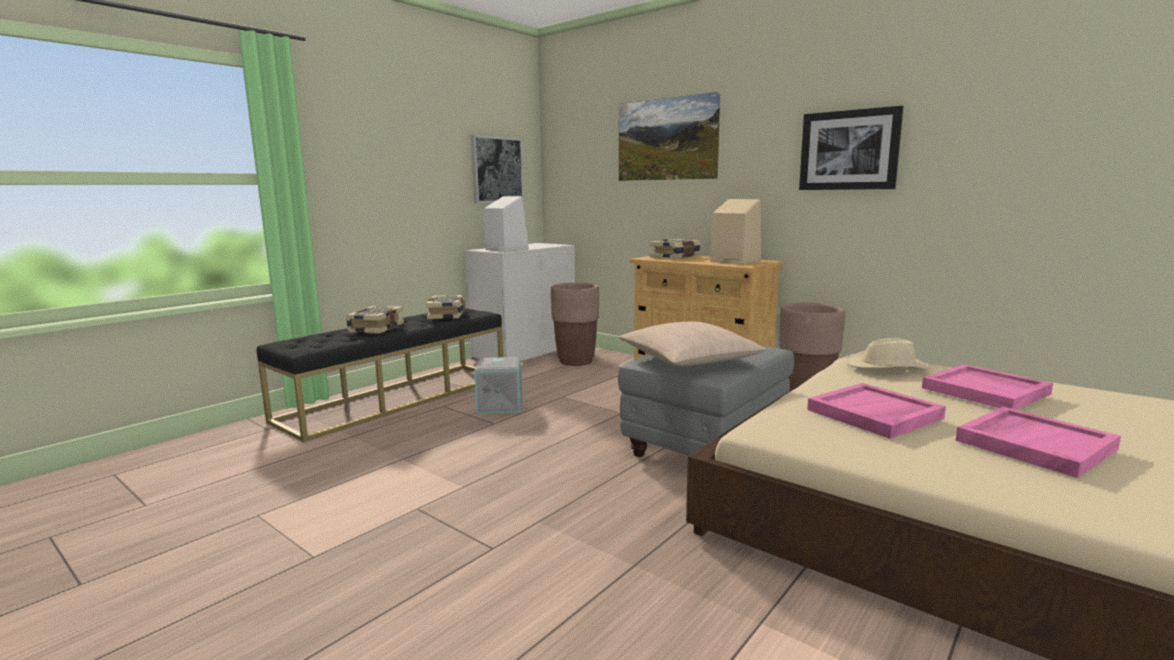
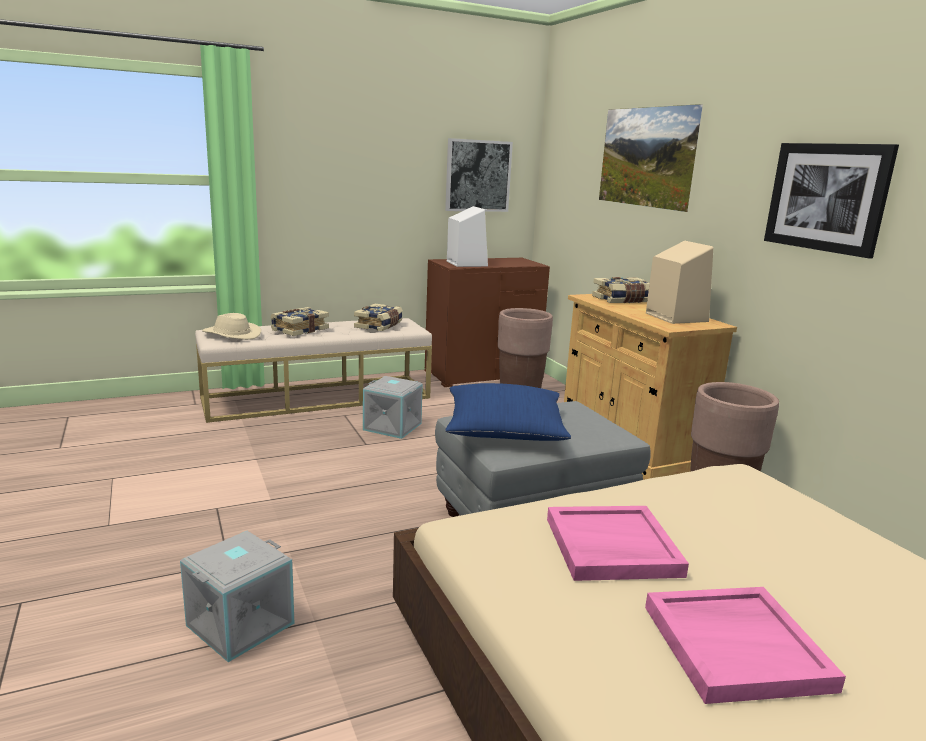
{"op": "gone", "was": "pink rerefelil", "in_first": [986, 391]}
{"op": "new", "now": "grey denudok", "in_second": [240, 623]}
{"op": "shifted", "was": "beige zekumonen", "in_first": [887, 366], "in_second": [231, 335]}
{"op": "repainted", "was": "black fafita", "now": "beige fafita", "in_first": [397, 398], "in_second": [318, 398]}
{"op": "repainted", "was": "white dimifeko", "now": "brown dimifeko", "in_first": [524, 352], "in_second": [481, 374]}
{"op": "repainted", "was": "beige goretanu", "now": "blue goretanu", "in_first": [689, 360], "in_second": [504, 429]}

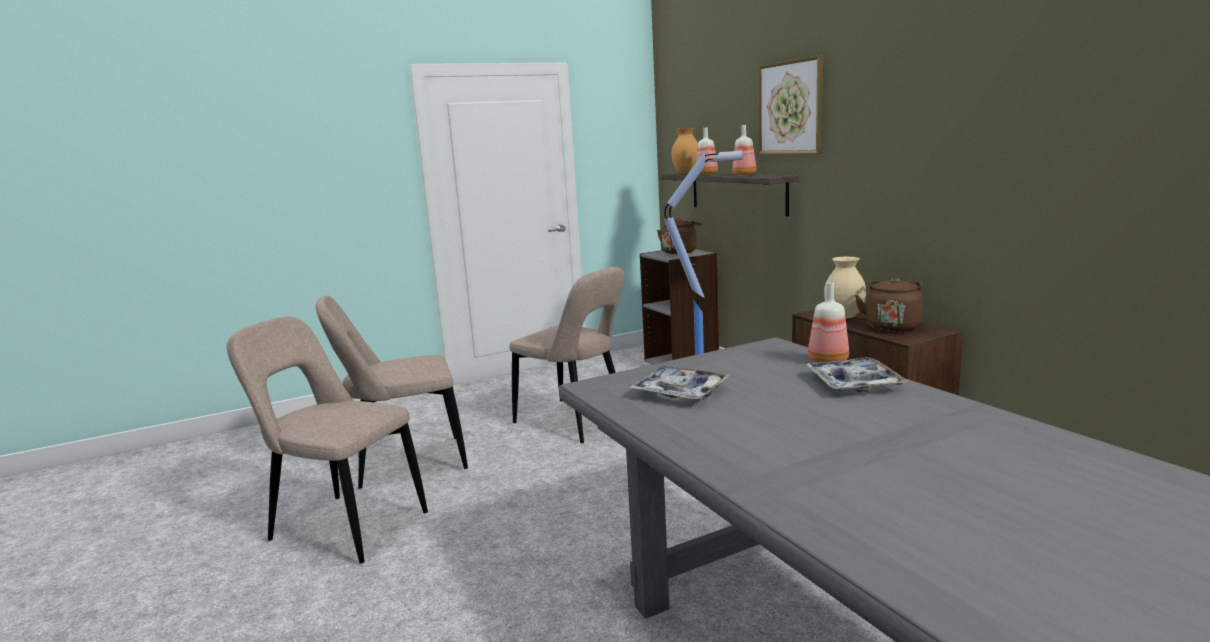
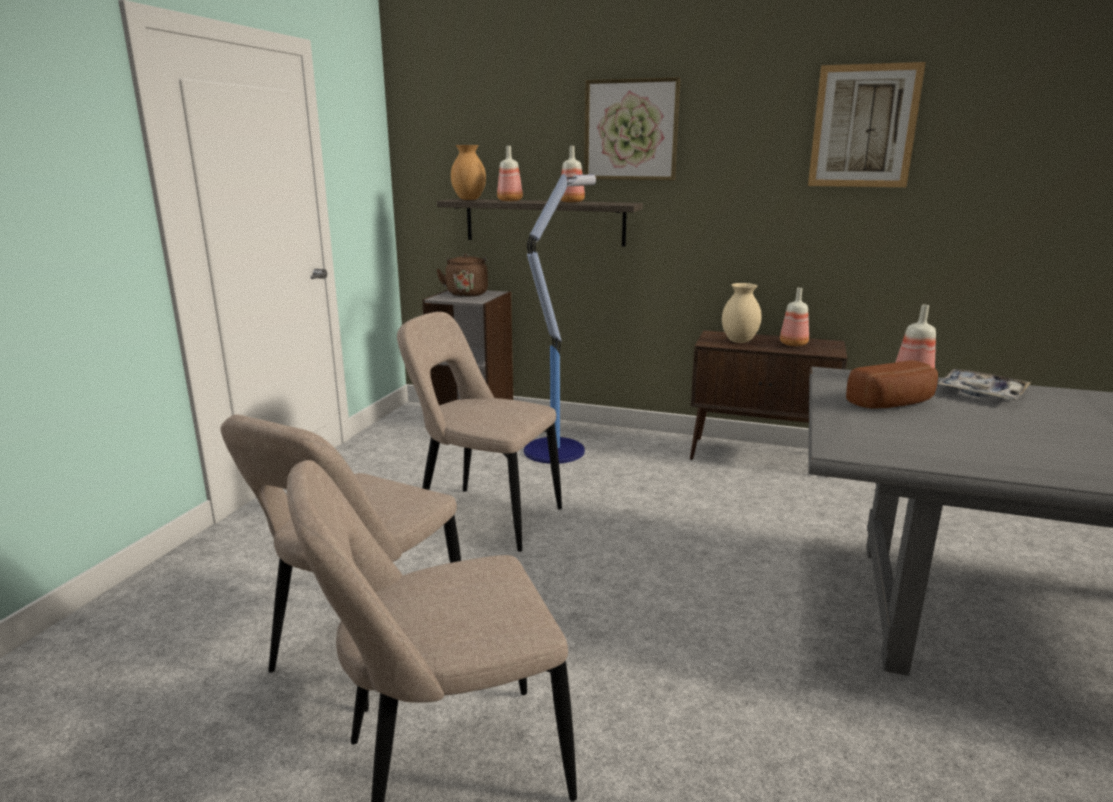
{"op": "gone", "was": "rerefelil", "in_first": [680, 392]}
{"op": "new", "now": "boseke", "in_second": [863, 126]}
{"op": "new", "now": "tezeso", "in_second": [894, 404]}
{"op": "swapped", "was": "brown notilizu", "now": "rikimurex", "in_first": [892, 326], "in_second": [793, 344]}
{"op": "rotated", "was": "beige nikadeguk", "in_first": [575, 422], "in_second": [484, 517], "clockwise": -150}

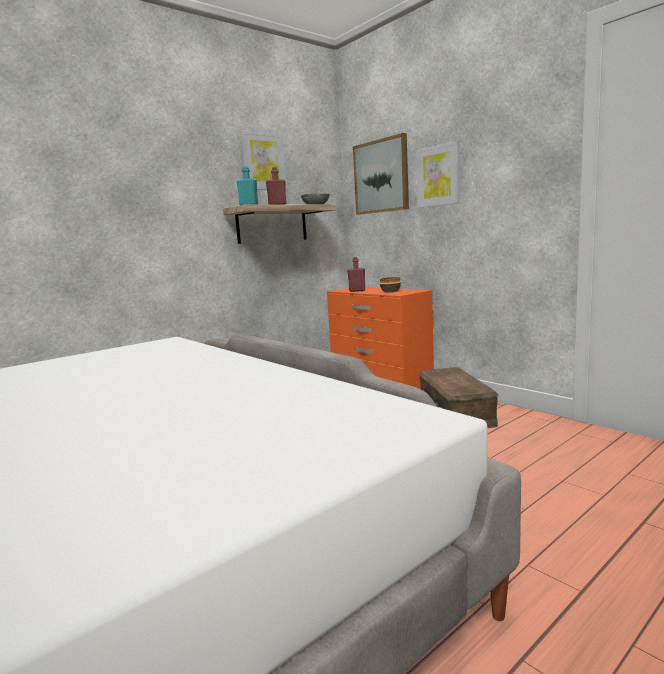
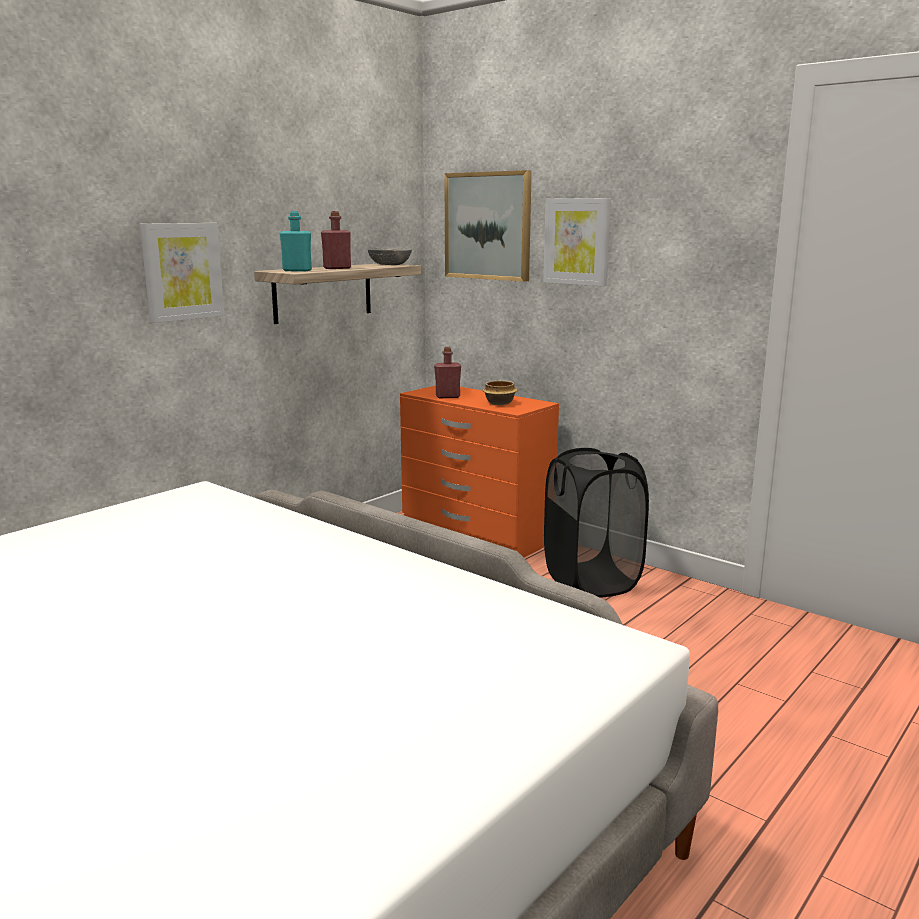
{"op": "shifted", "was": "boseke", "in_first": [263, 161], "in_second": [182, 271]}
{"op": "swapped", "was": "brown denudok", "now": "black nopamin", "in_first": [456, 411], "in_second": [591, 580]}

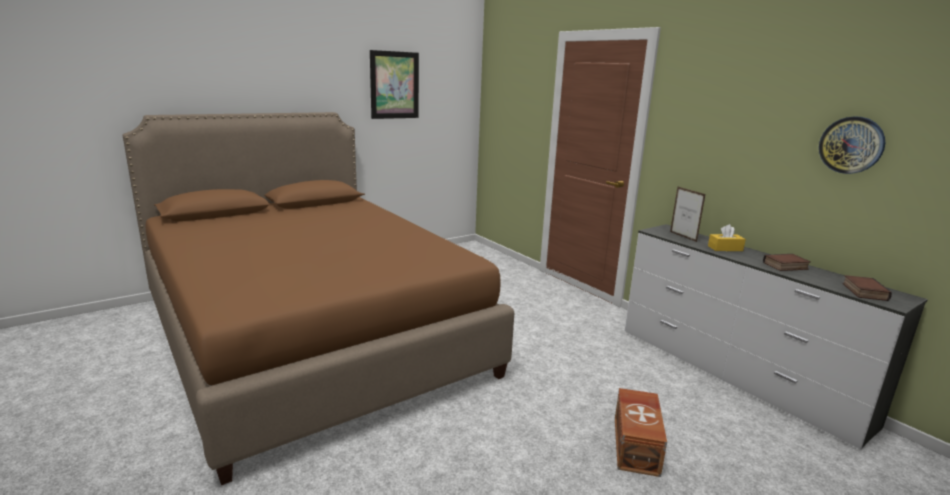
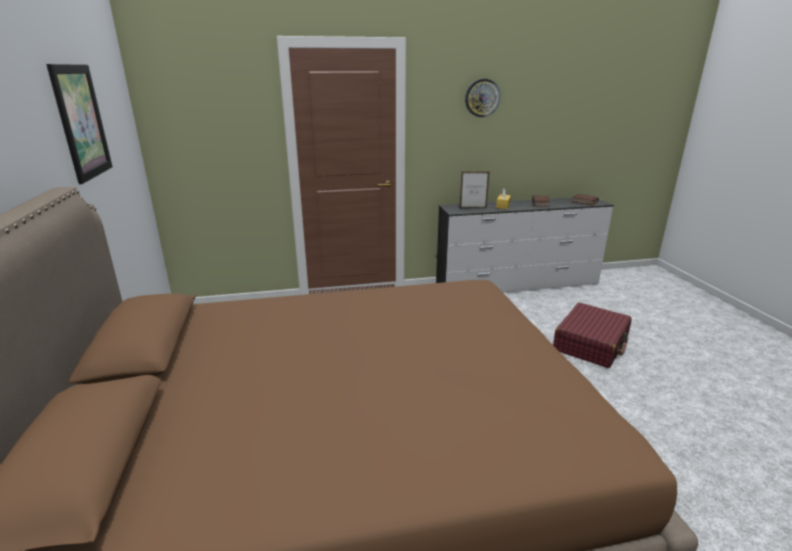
{"op": "shifted", "was": "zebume", "in_first": [851, 145], "in_second": [482, 98]}
{"op": "swapped", "was": "brown denudok", "now": "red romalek", "in_first": [637, 445], "in_second": [591, 344]}

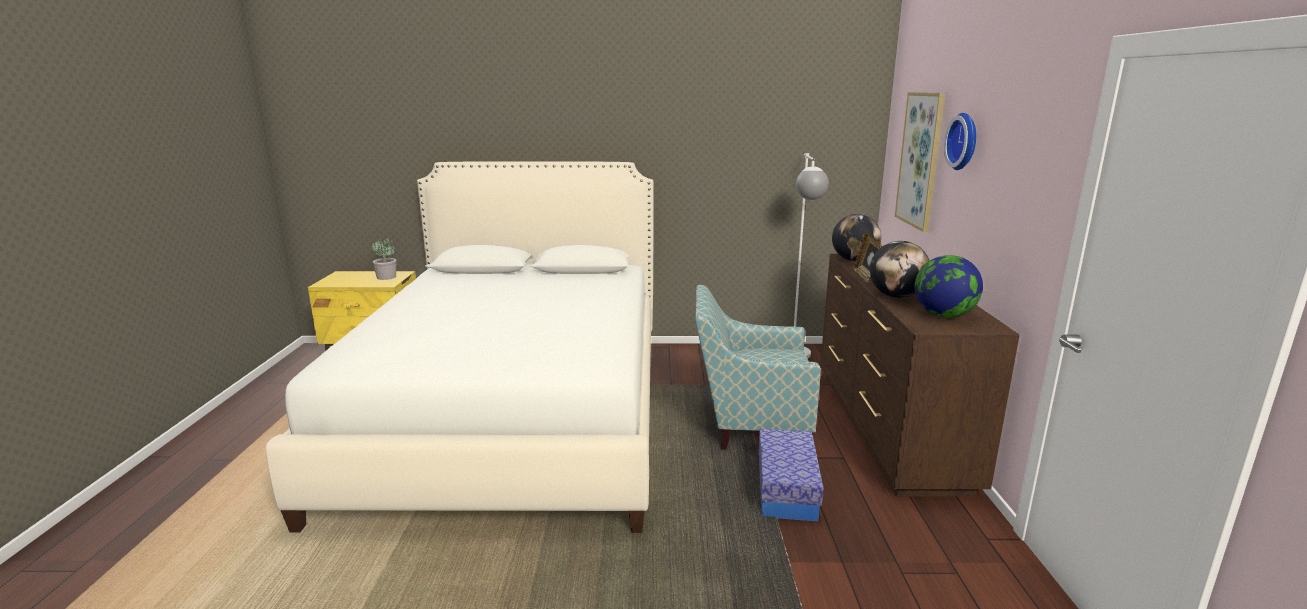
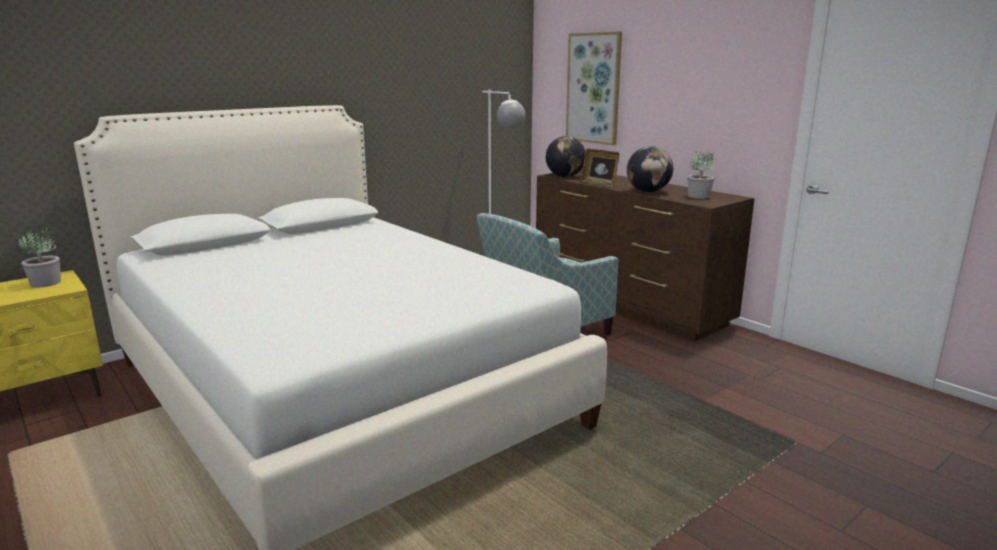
{"op": "gone", "was": "denudok", "in_first": [786, 489]}
{"op": "gone", "was": "zebume", "in_first": [965, 141]}
{"op": "swapped", "was": "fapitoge", "now": "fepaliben", "in_first": [943, 315], "in_second": [699, 196]}

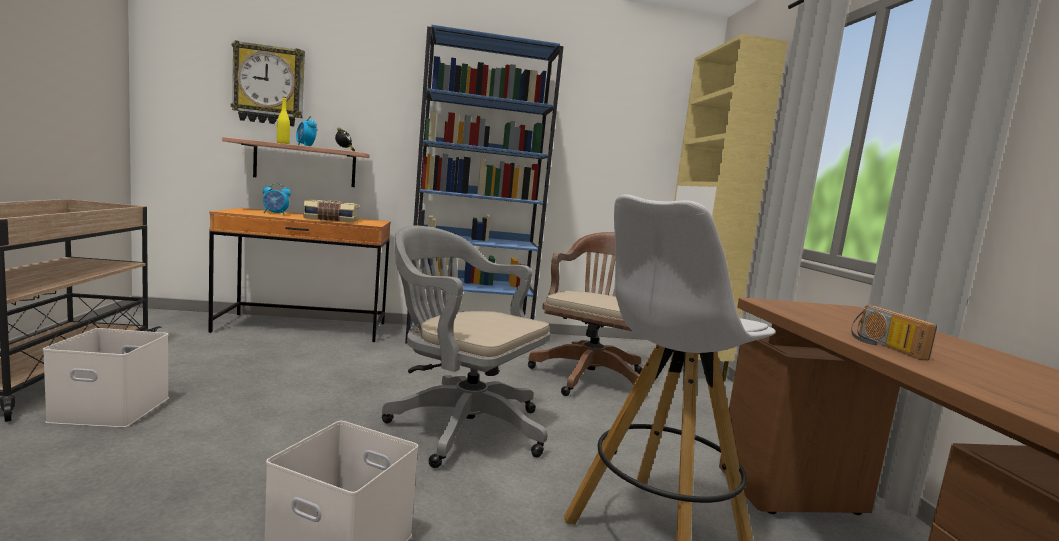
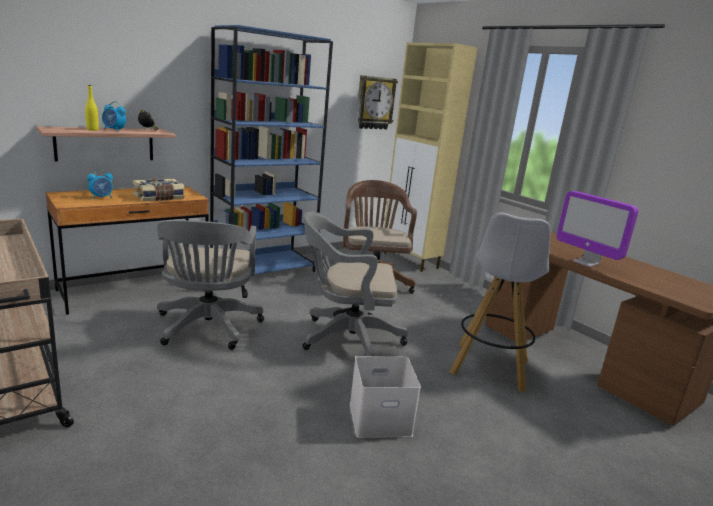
{"op": "gone", "was": "white denudok", "in_first": [114, 409]}
{"op": "new", "now": "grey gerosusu", "in_second": [207, 329]}
{"op": "shifted", "was": "zebume", "in_first": [269, 85], "in_second": [374, 103]}
{"op": "swapped", "was": "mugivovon", "now": "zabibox", "in_first": [882, 346], "in_second": [585, 262]}

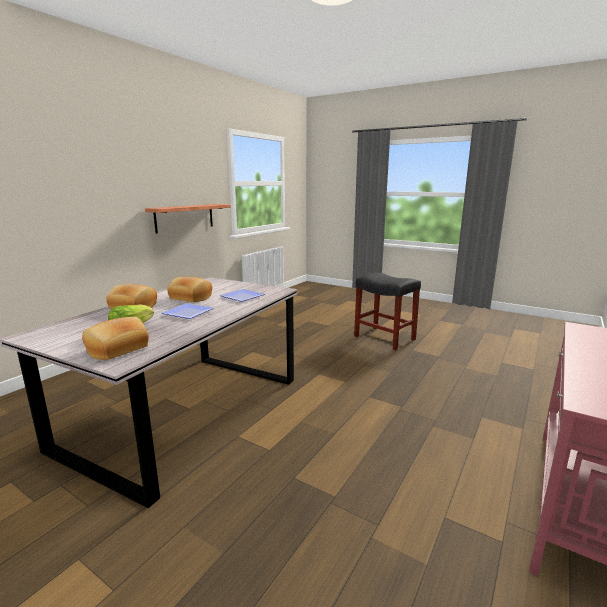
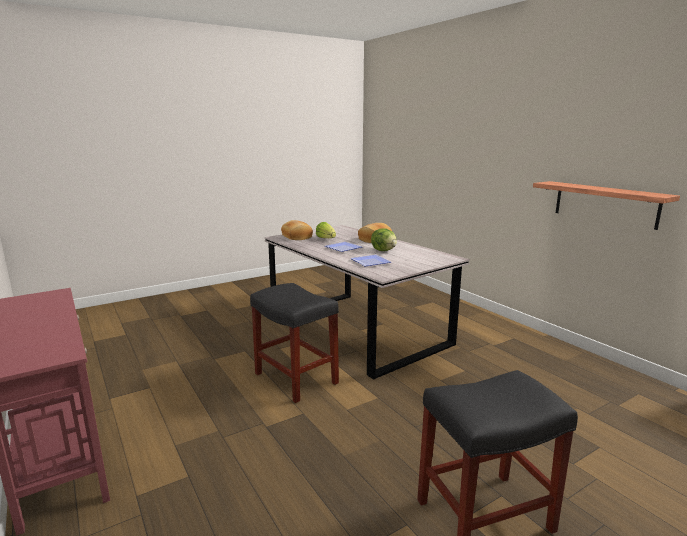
{"op": "new", "now": "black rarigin", "in_second": [295, 378]}
{"op": "swapped", "was": "tezeso", "now": "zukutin", "in_first": [190, 298], "in_second": [384, 250]}

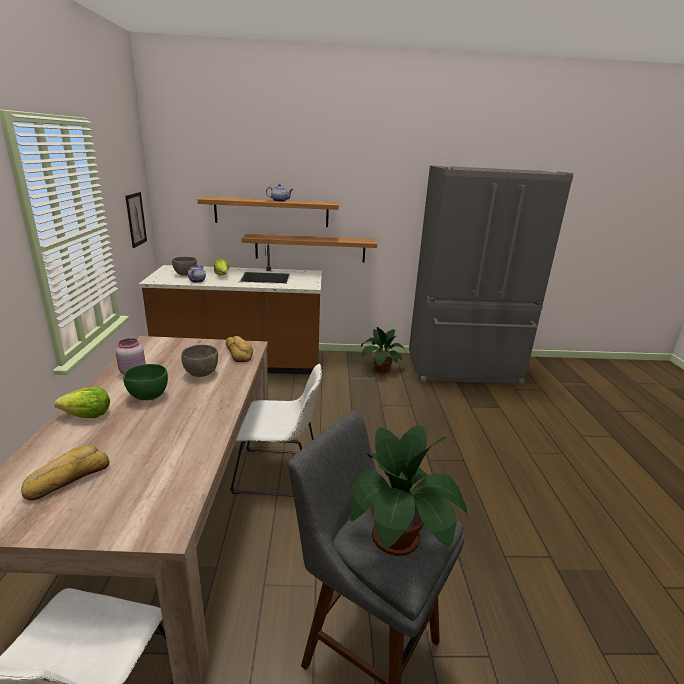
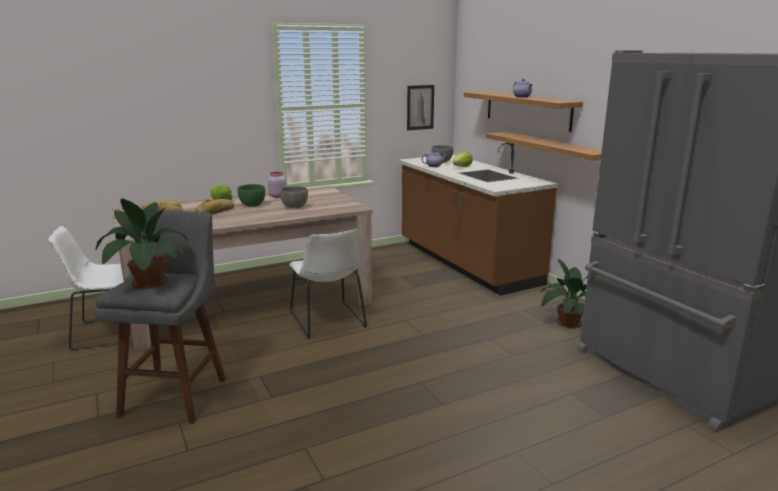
{"op": "shifted", "was": "tezeso", "in_first": [239, 352], "in_second": [216, 211]}

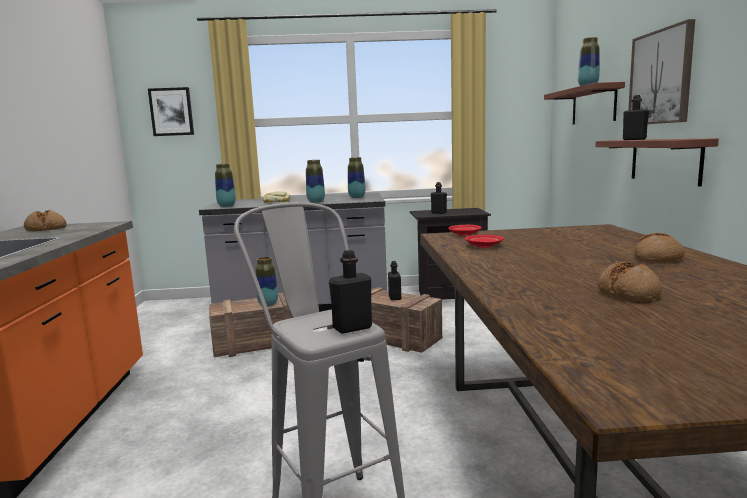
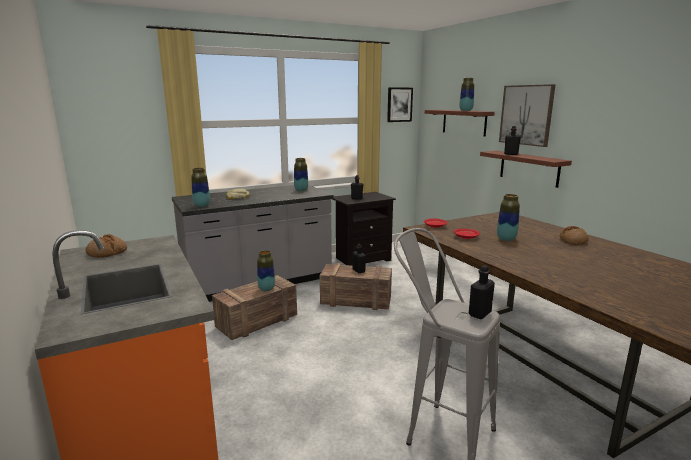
{"op": "gone", "was": "tezeso", "in_first": [629, 293]}
{"op": "shifted", "was": "boseke", "in_first": [171, 112], "in_second": [399, 104]}
{"op": "shifted", "was": "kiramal", "in_first": [316, 202], "in_second": [506, 239]}

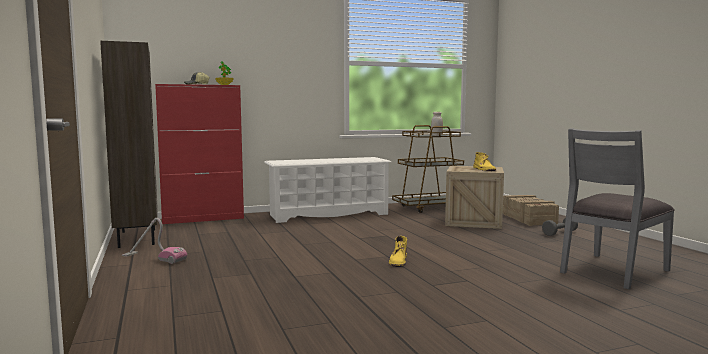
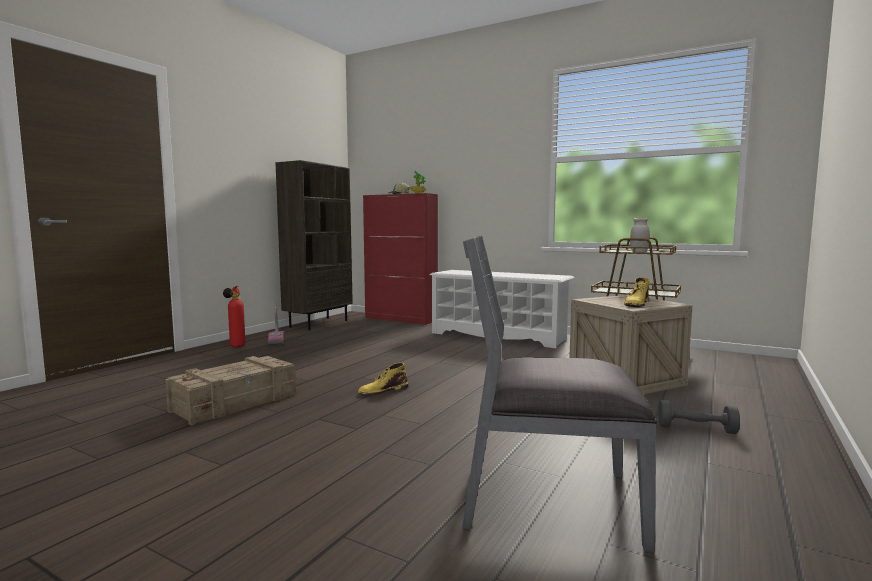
{"op": "new", "now": "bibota", "in_second": [236, 346]}
{"op": "shifted", "was": "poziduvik", "in_first": [528, 218], "in_second": [236, 402]}

